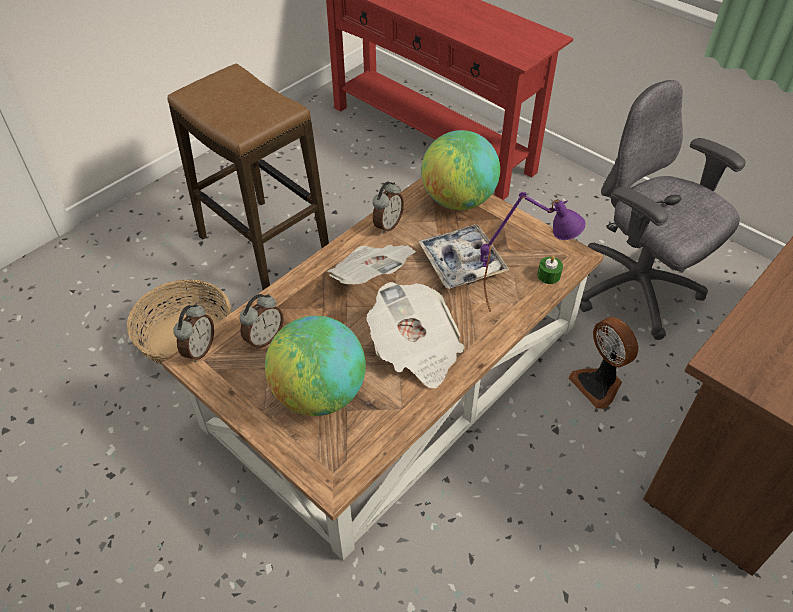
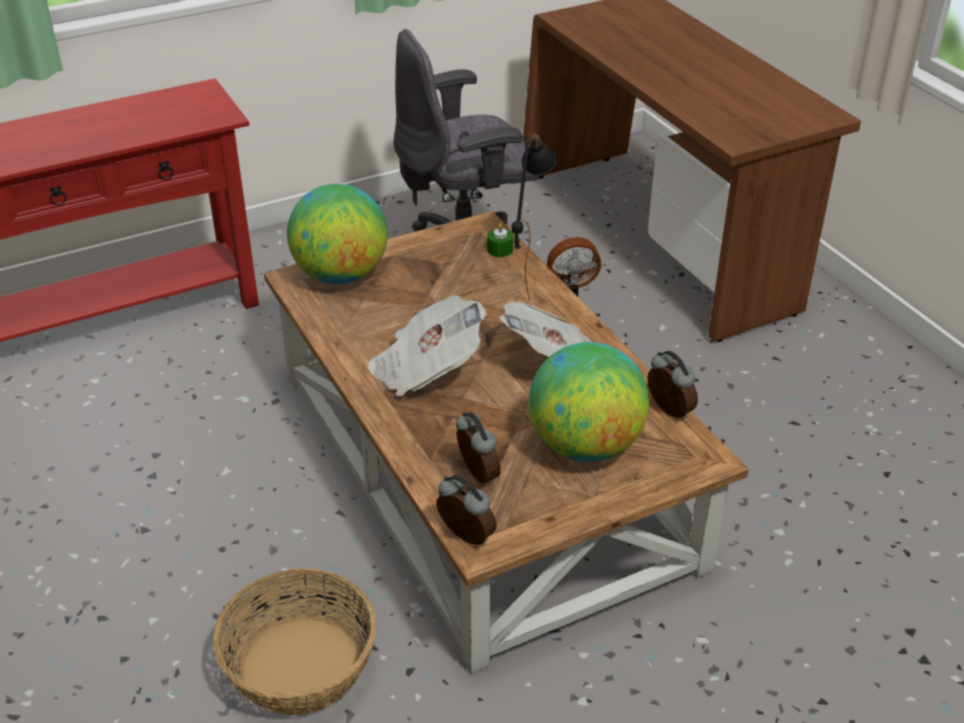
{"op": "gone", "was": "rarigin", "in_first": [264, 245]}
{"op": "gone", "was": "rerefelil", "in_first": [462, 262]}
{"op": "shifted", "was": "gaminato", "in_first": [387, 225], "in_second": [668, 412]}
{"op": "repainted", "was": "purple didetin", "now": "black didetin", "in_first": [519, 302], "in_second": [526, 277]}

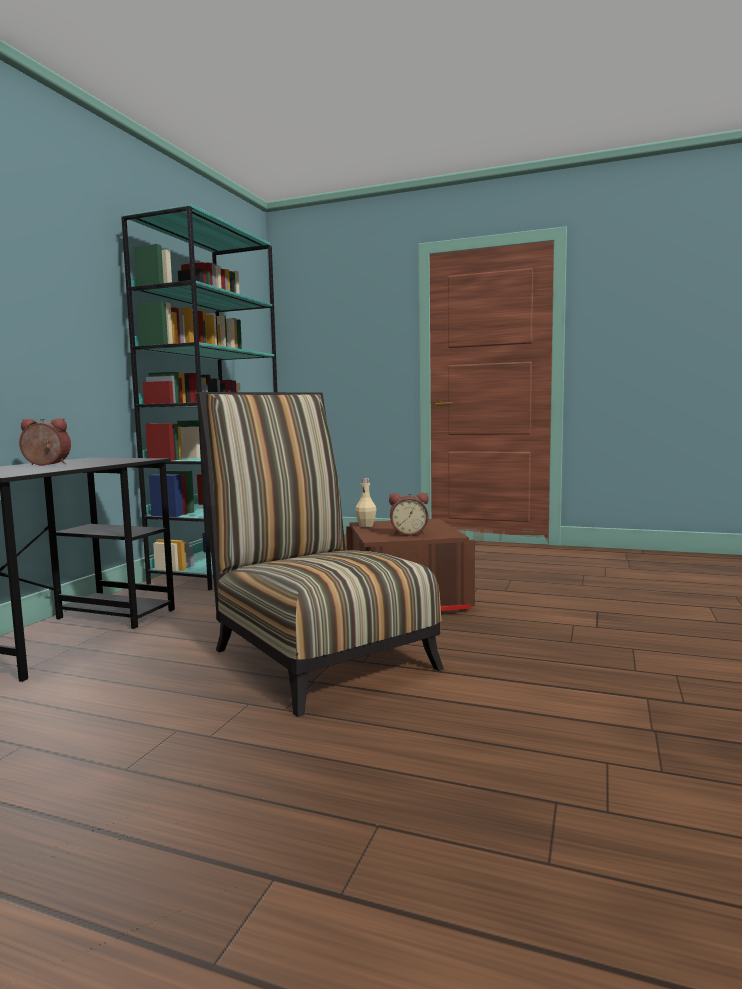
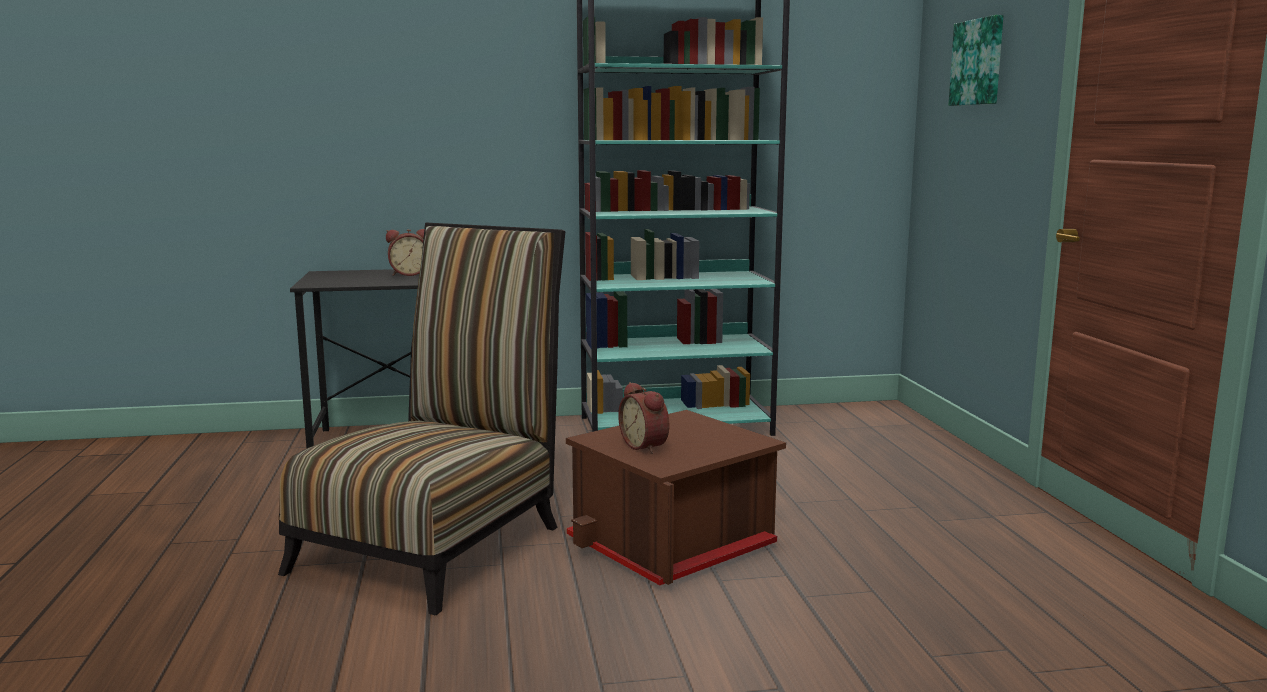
{"op": "gone", "was": "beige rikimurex", "in_first": [366, 526]}
{"op": "new", "now": "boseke", "in_second": [978, 62]}
{"op": "rotated", "was": "gaminato", "in_first": [45, 465], "in_second": [409, 274], "clockwise": 105}

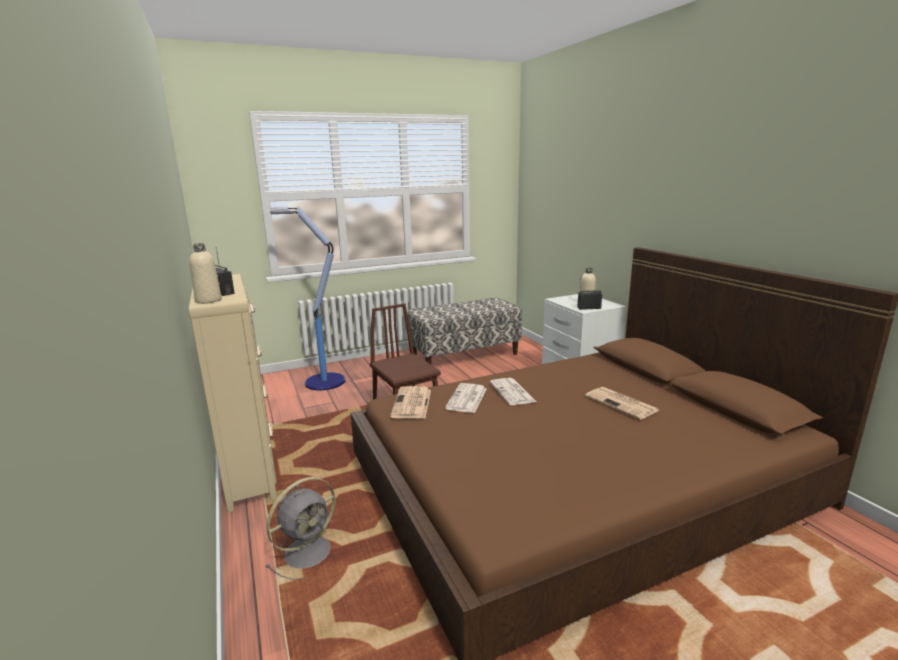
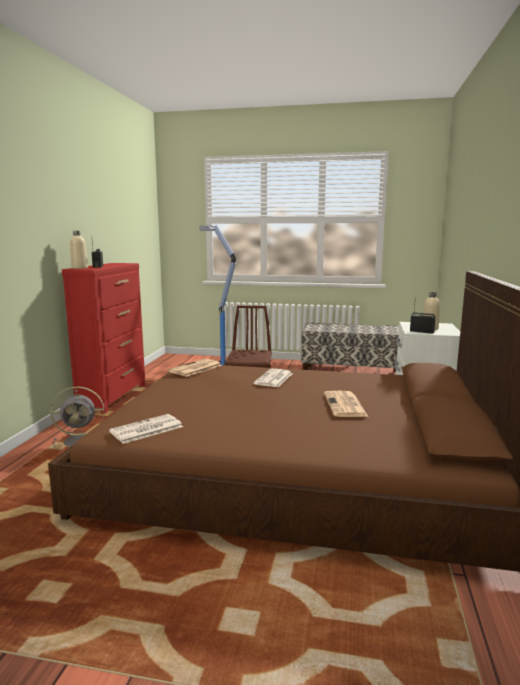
{"op": "shifted", "was": "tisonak", "in_first": [467, 399], "in_second": [146, 430]}
{"op": "repainted", "was": "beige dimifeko", "now": "red dimifeko", "in_first": [248, 469], "in_second": [113, 397]}

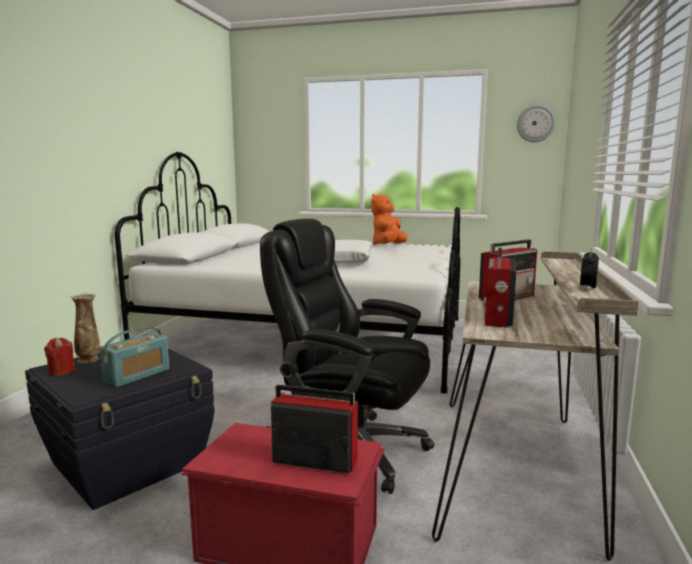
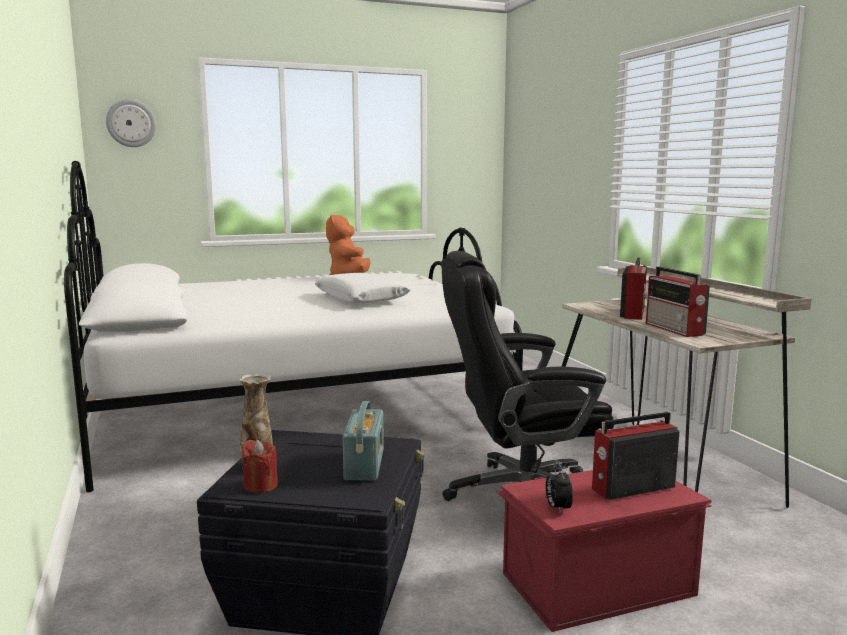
{"op": "shifted", "was": "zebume", "in_first": [535, 123], "in_second": [131, 123]}
{"op": "shifted", "was": "gaminato", "in_first": [587, 288], "in_second": [557, 508]}

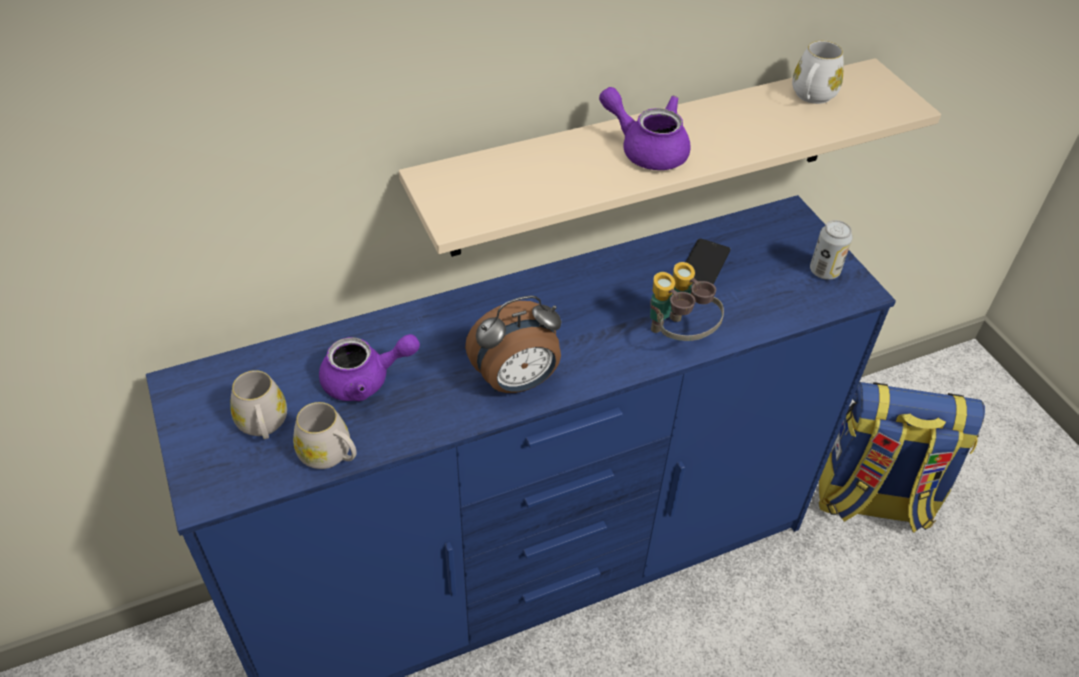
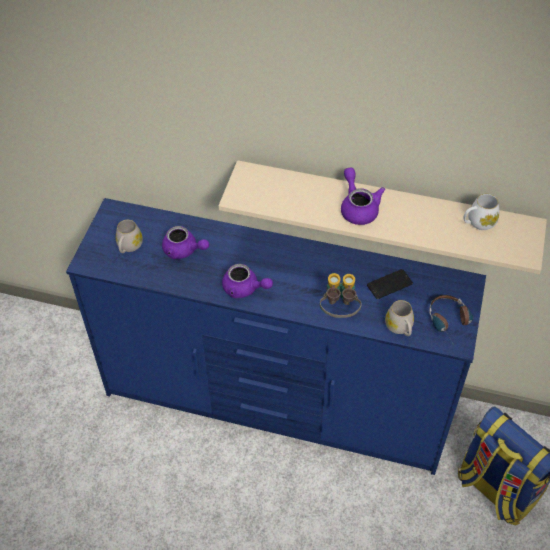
{"op": "shifted", "was": "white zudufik", "in_first": [330, 455], "in_second": [400, 328]}
{"op": "swapped", "was": "gaminato", "now": "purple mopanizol", "in_first": [517, 382], "in_second": [244, 289]}
{"op": "swapped", "was": "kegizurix", "now": "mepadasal", "in_first": [824, 271], "in_second": [451, 323]}

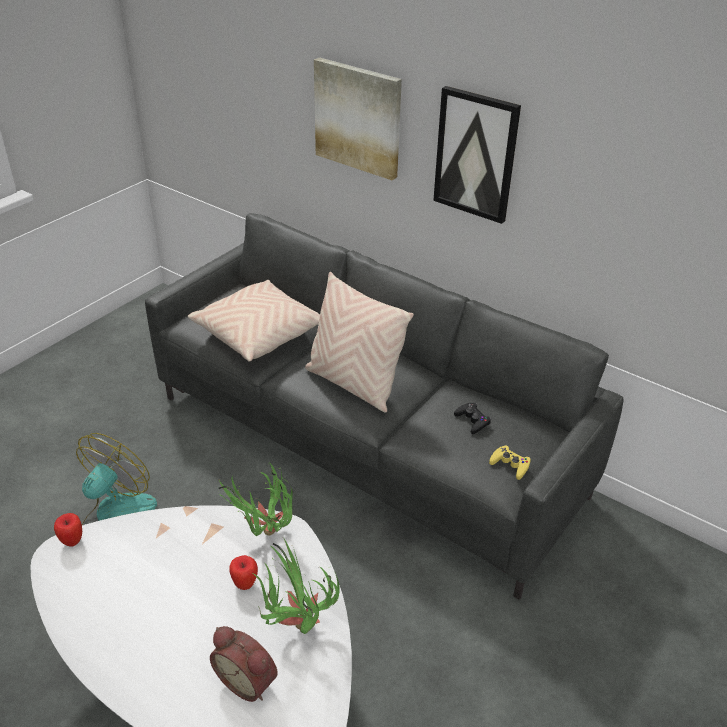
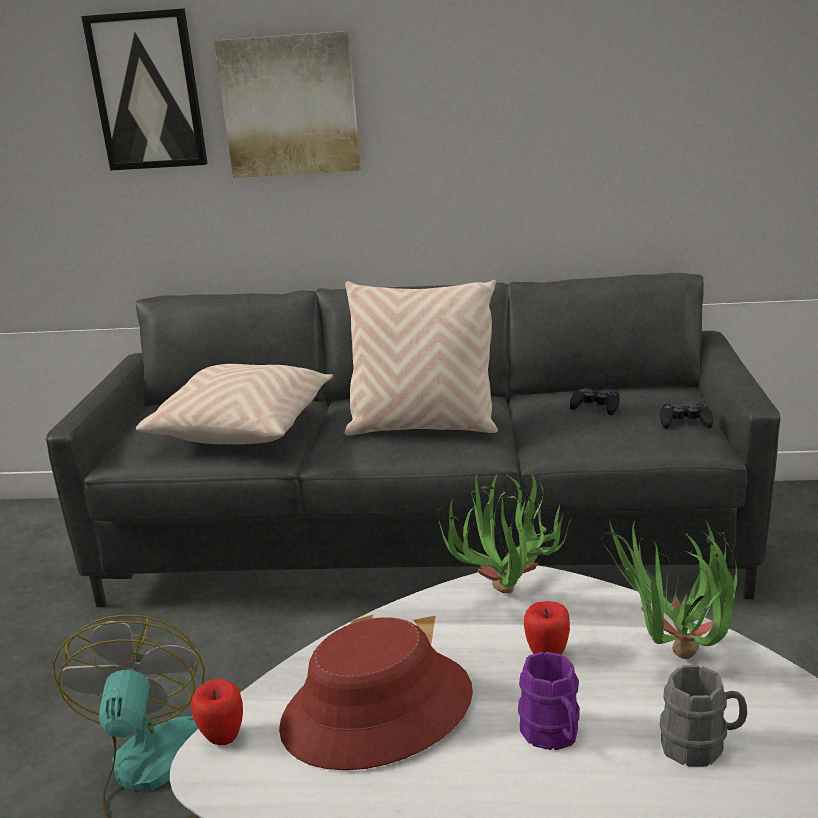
{"op": "new", "now": "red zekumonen", "in_second": [377, 710]}
{"op": "new", "now": "purple zudufik", "in_second": [553, 735]}
{"op": "shifted", "was": "boseke", "in_first": [476, 154], "in_second": [147, 91]}
{"op": "swapped", "was": "gaminato", "now": "grey zudufik", "in_first": [248, 680], "in_second": [701, 745]}
{"op": "repainted", "was": "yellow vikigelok", "now": "black vikigelok", "in_first": [510, 465], "in_second": [685, 421]}

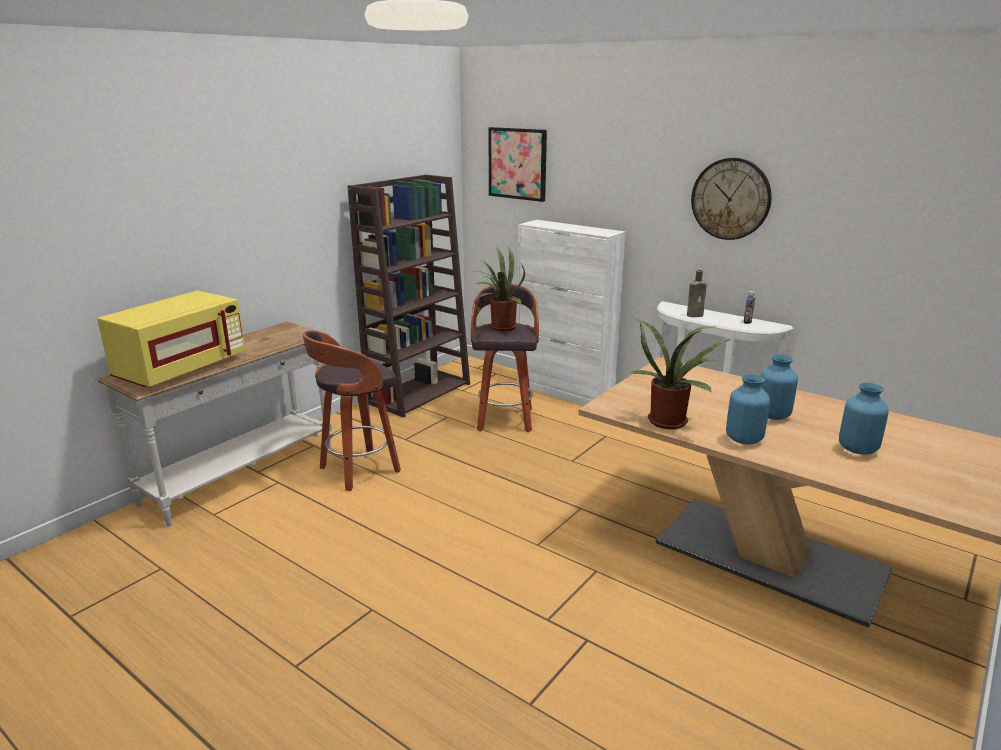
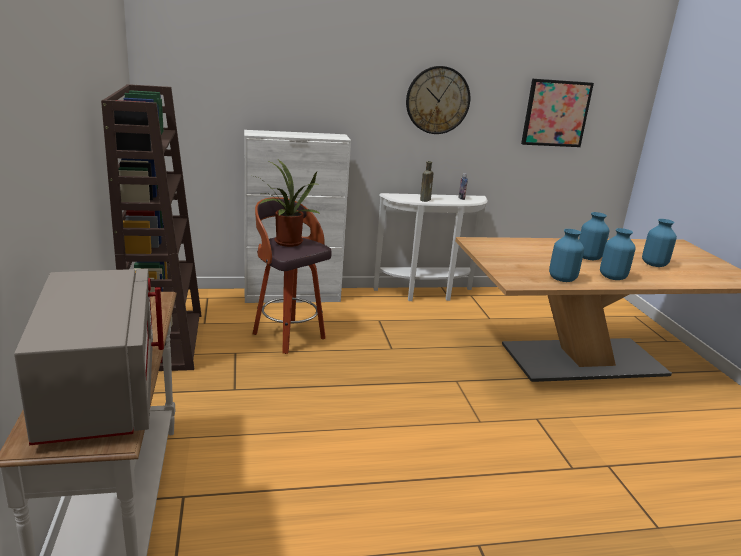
{"op": "gone", "was": "rarigin", "in_first": [358, 471]}
{"op": "shifted", "was": "boseke", "in_first": [518, 163], "in_second": [556, 113]}
{"op": "swapped", "was": "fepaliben", "now": "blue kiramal", "in_first": [670, 420], "in_second": [562, 279]}
{"op": "repainted", "was": "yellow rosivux", "now": "grey rosivux", "in_first": [181, 368], "in_second": [99, 392]}

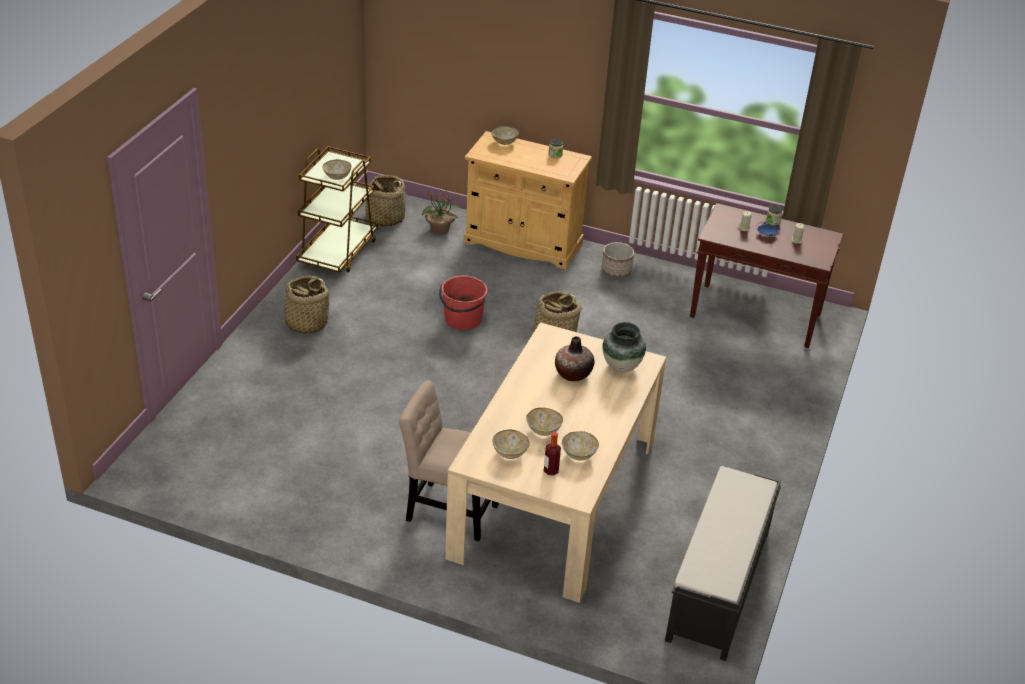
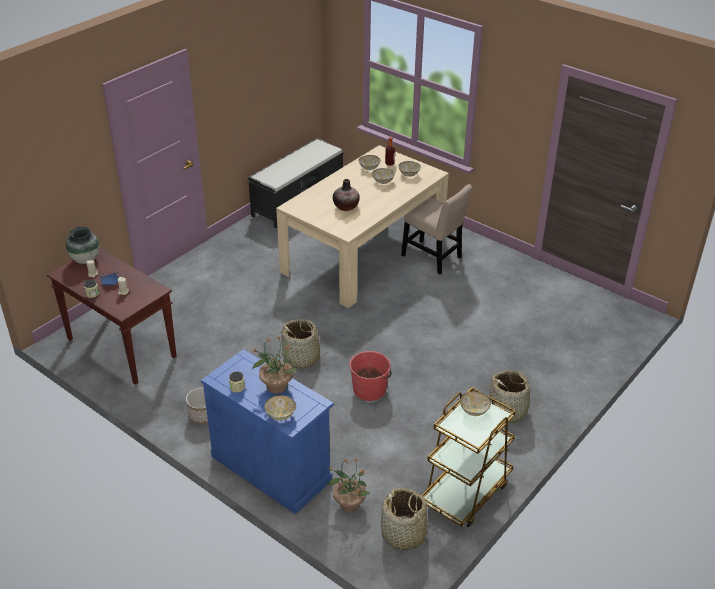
{"op": "new", "now": "fepaliben", "in_second": [276, 386]}
{"op": "shifted", "was": "kiramal", "in_first": [622, 366], "in_second": [85, 260]}
{"op": "repainted", "was": "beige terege", "now": "blue terege", "in_first": [523, 243], "in_second": [271, 468]}

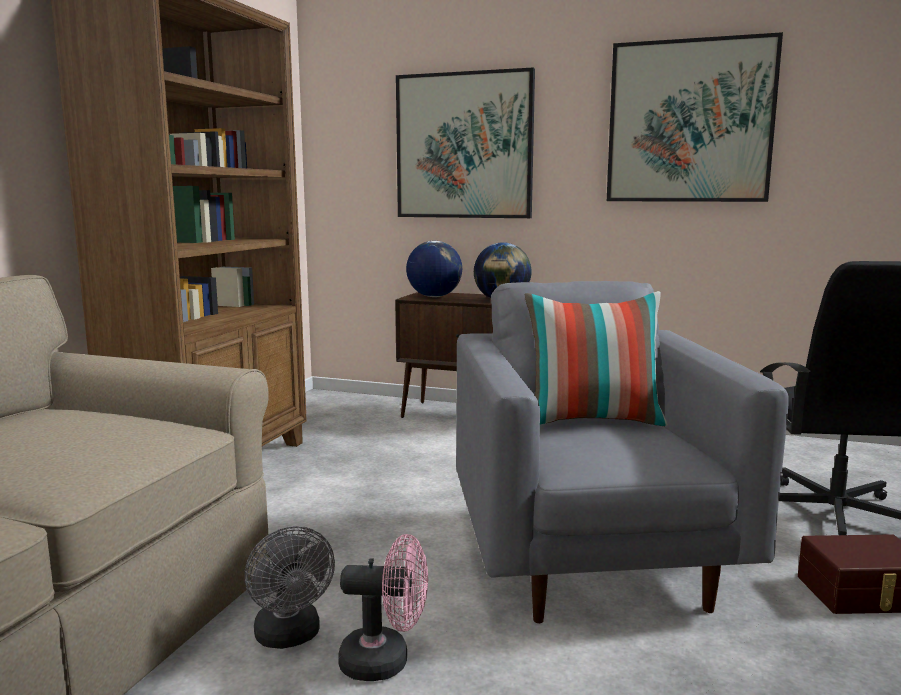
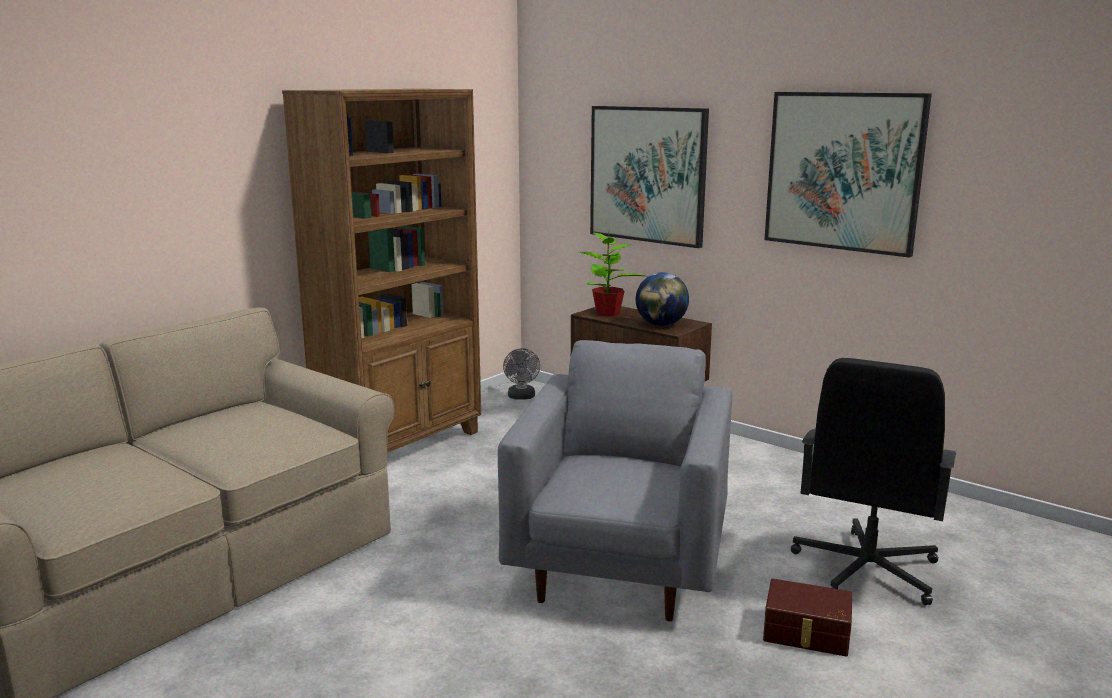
{"op": "gone", "was": "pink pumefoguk", "in_first": [386, 661]}
{"op": "gone", "was": "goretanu", "in_first": [593, 421]}
{"op": "shifted", "was": "grey pumefoguk", "in_first": [290, 637], "in_second": [522, 397]}
{"op": "swapped", "was": "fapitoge", "now": "fepaliben", "in_first": [434, 296], "in_second": [608, 313]}

